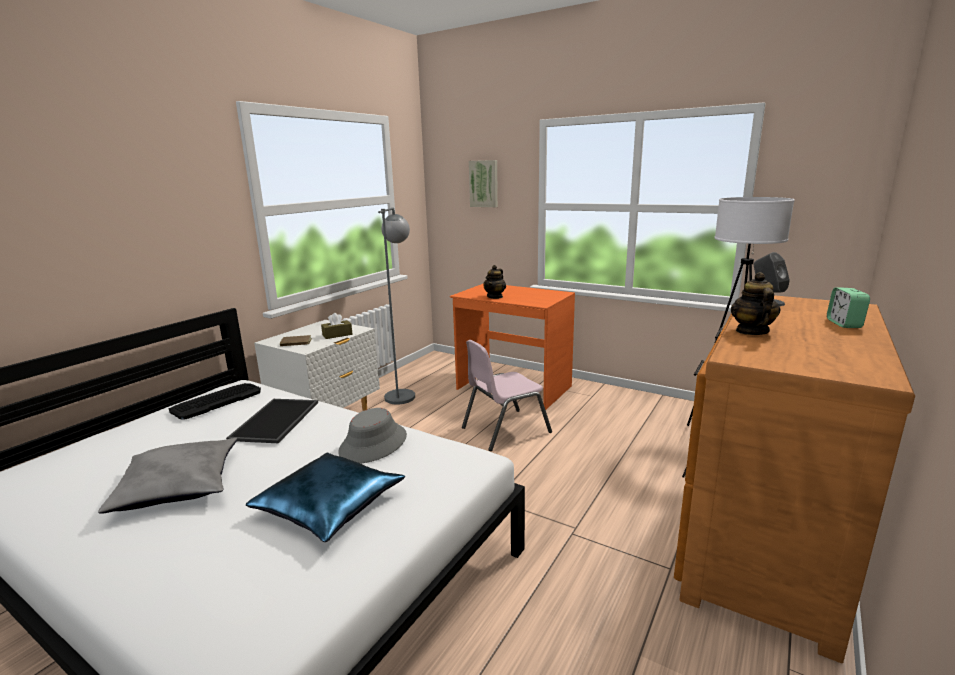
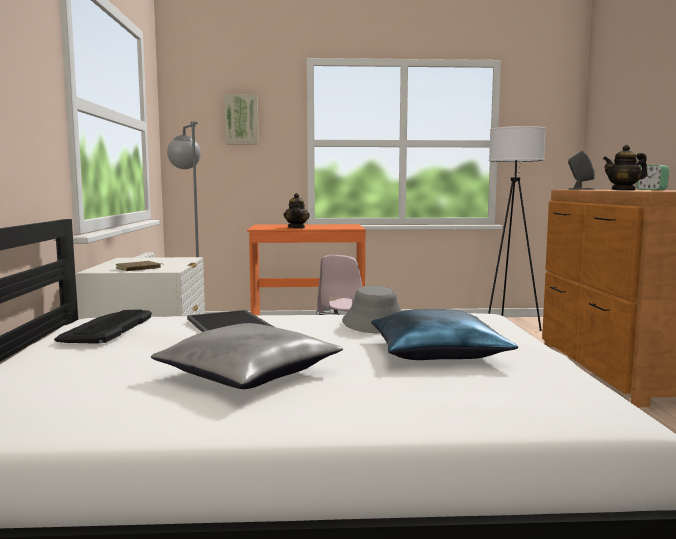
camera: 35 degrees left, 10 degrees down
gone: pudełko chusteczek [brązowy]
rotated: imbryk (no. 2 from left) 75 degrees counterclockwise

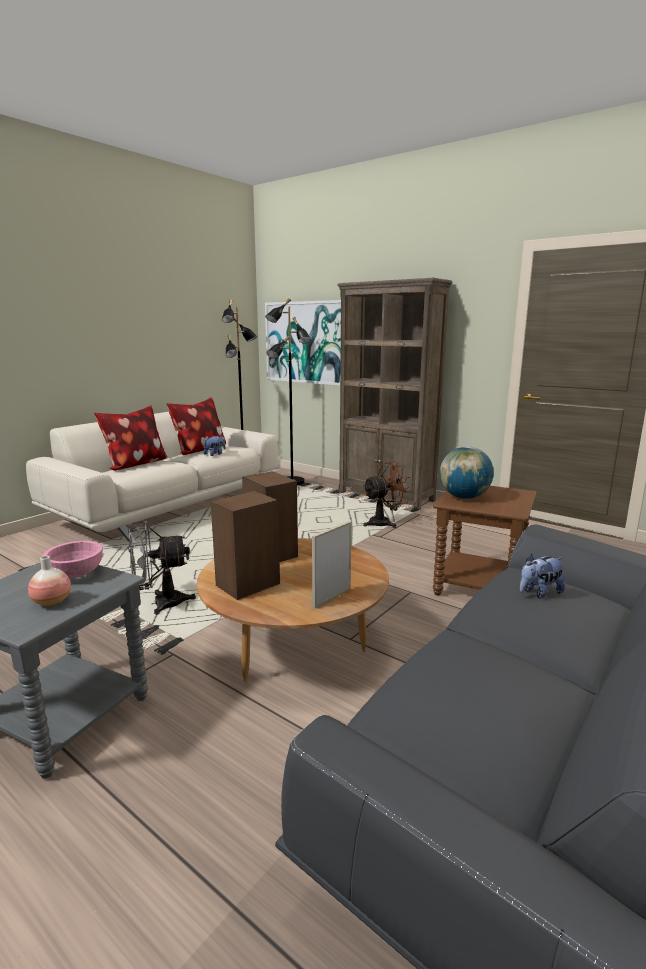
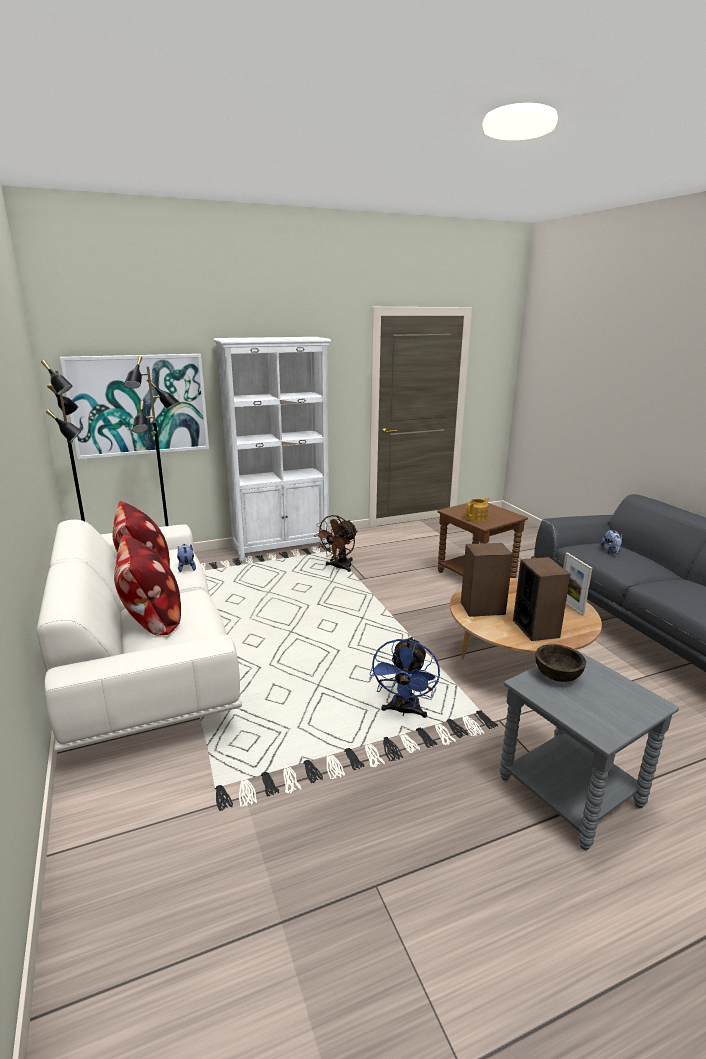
camera: 60 degrees left, 5 degrees up
gone: wazon
swapped: globus to imbryk
repainted: regał [brązowy] to regał [biały]; wentylator [szary] to wentylator [niebieski]; miska [różowy] to miska [brązowy]
rotated: wentylator [brązowy] 150 degrees counterclockwise

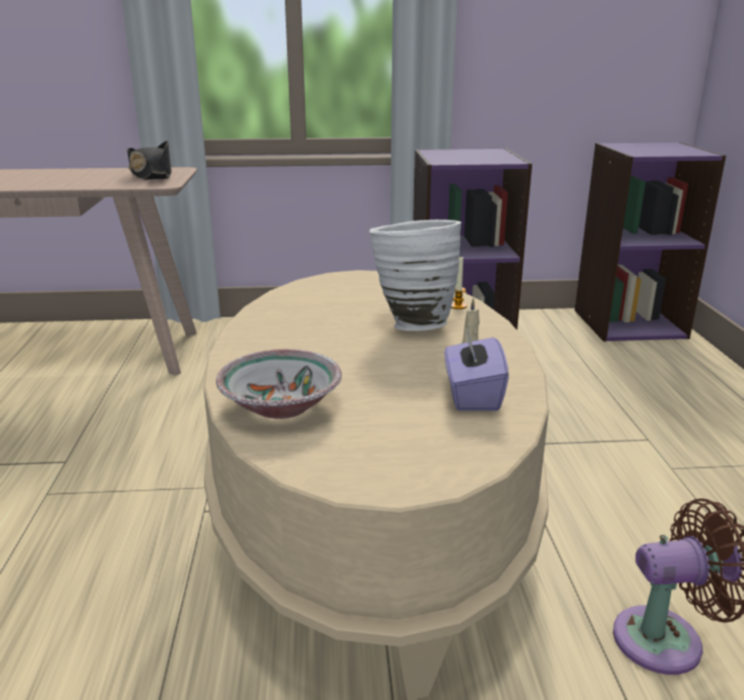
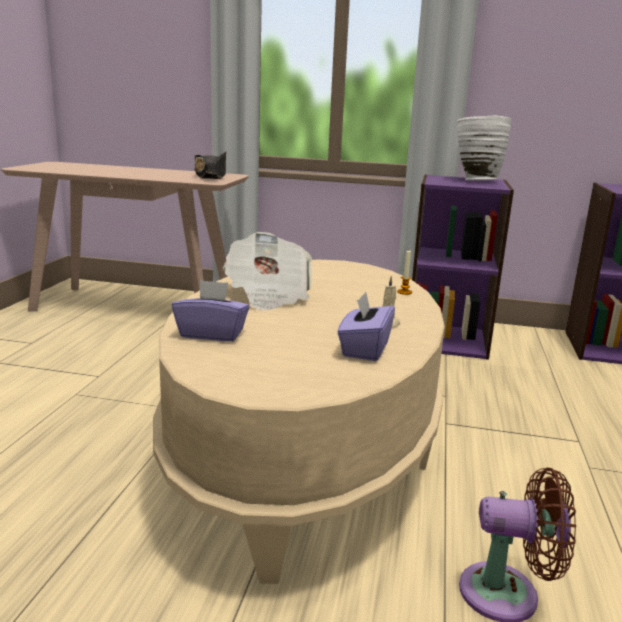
camera: 15 degrees right, 5 degrees down
new: gazeta
shifted: wazon [biały]
swapped: miska to pudełko chusteczek [fioletowy] (no. 1 from left)

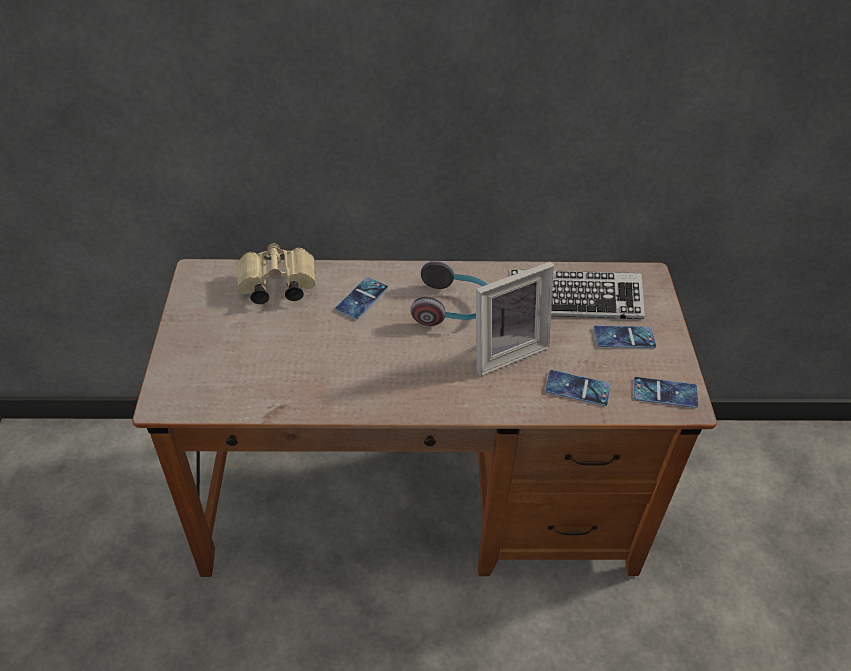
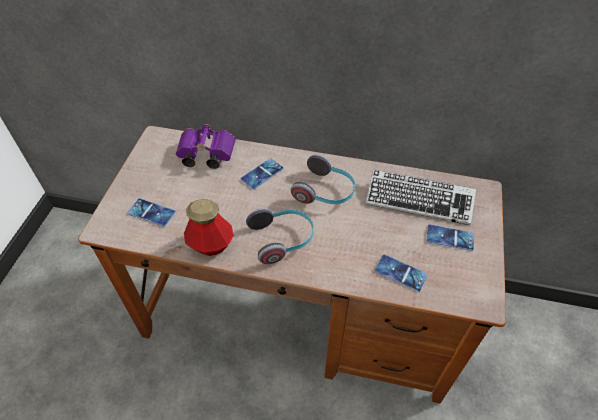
camera: 15 degrees right, 5 degrees up
gone: ramka na zdjęcie
new: butelka; słuchawki (no. 1 from left)
shifted: telefon (no. 4 from left in the first image) to telefon (no. 1 from left)
repainted: lornetka [beżowy] to lornetka [fioletowy]

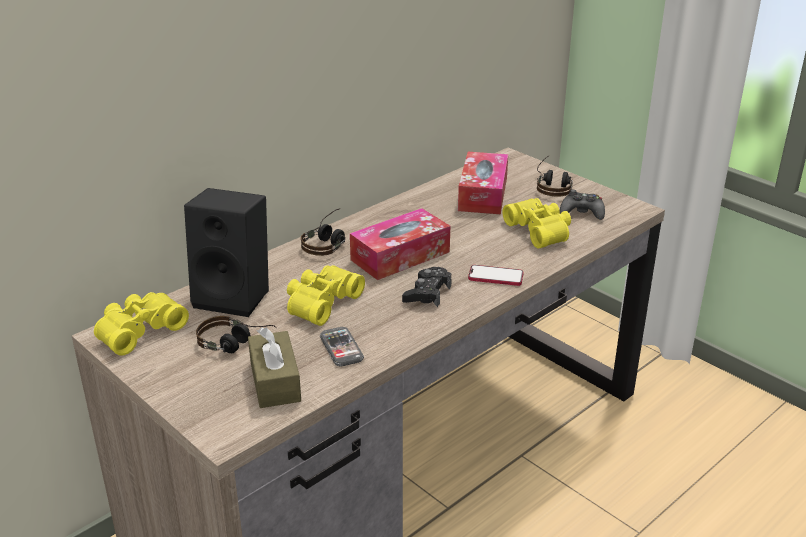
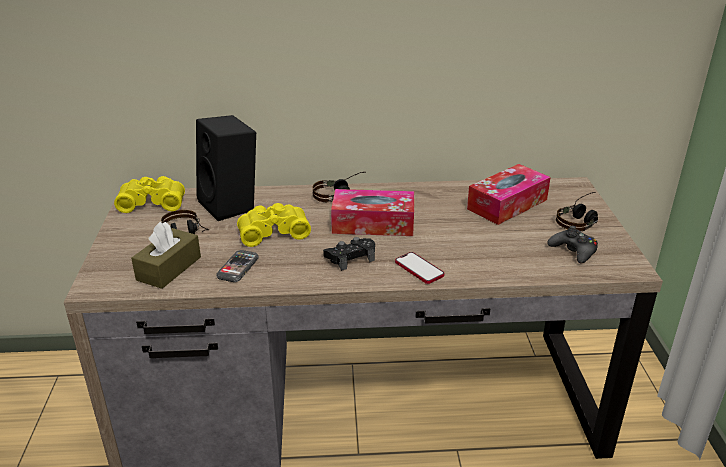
camera: 40 degrees right, 0 degrees up
gone: lornetka [żółty] (no. 3 from left)

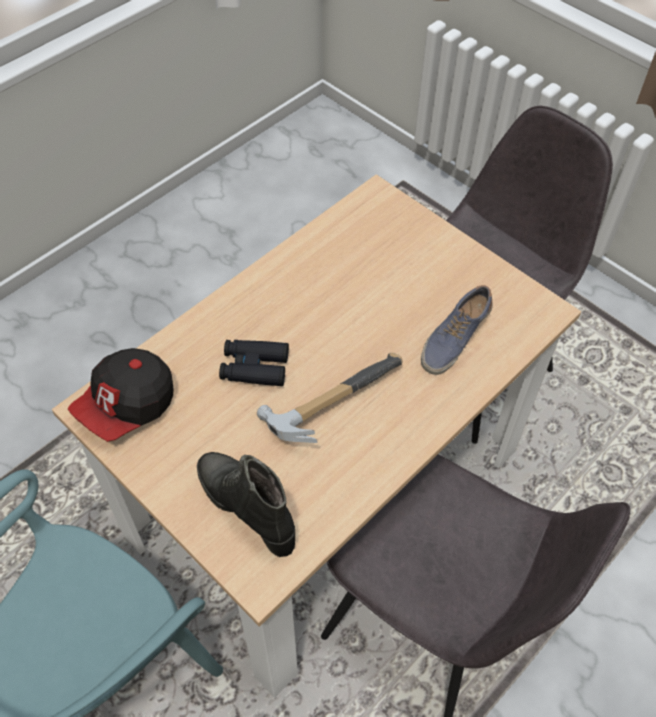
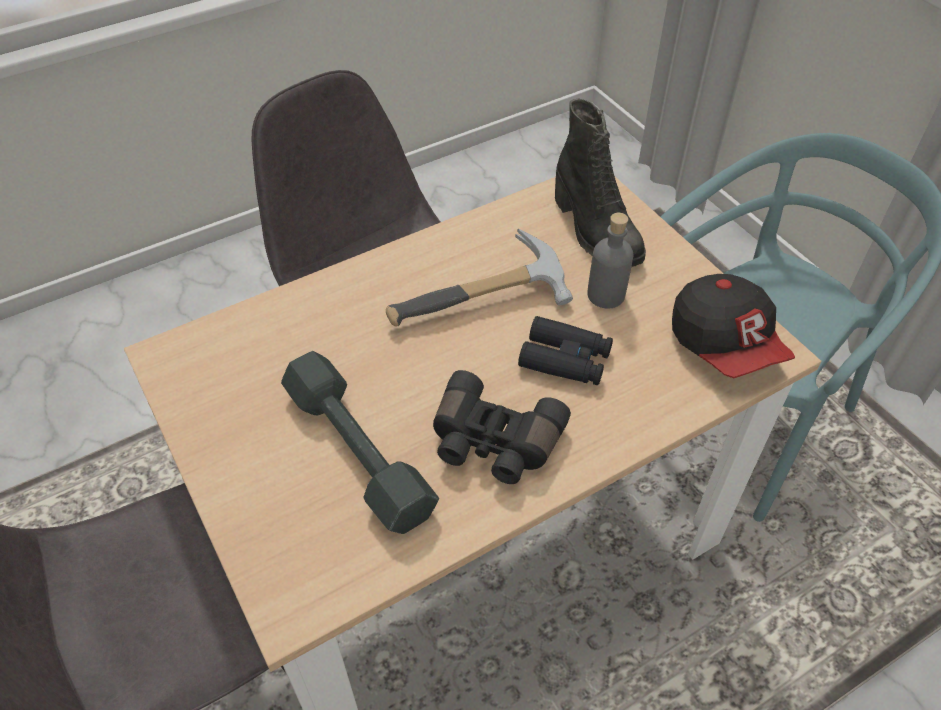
camera: 165 degrees left, 5 degrees down
gone: but
new: butelka [szary]; hantel [szary]; lornetka [czarny] (no. 1 from left)
rotated: czapka z daszkiem 105 degrees clockwise

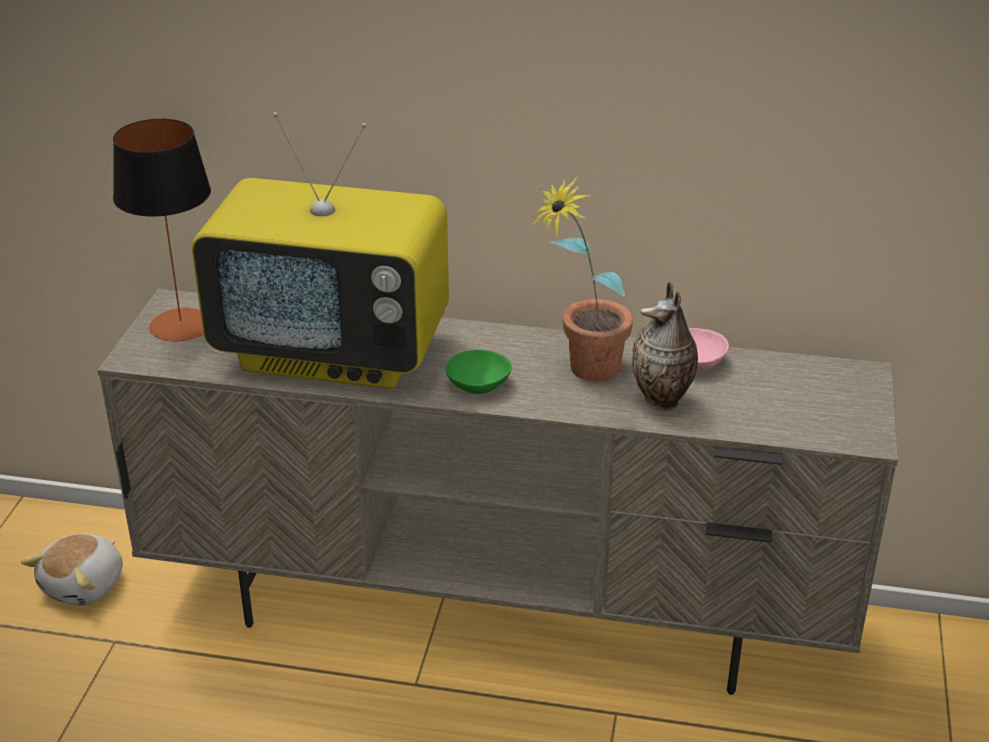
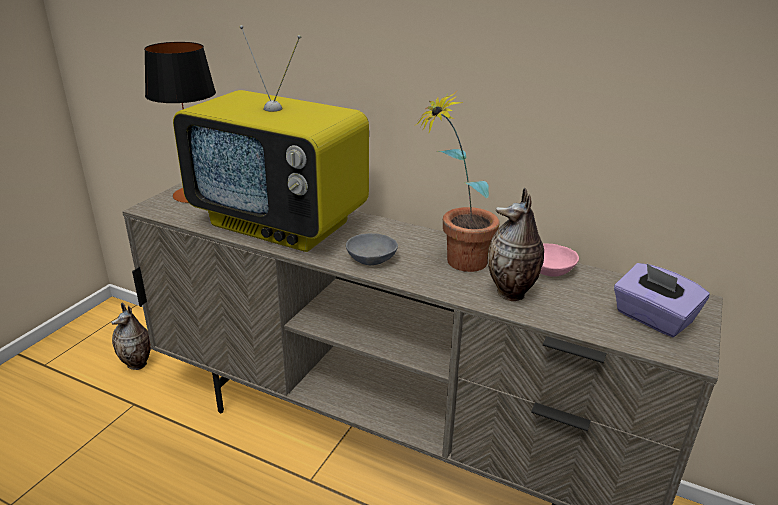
camera: 15 degrees right, 5 degrees down
new: pudełko chusteczek [fioletowy]
swapped: pluszak to wazon (no. 1 from left)
repainted: miska [zielony] to miska [szary]

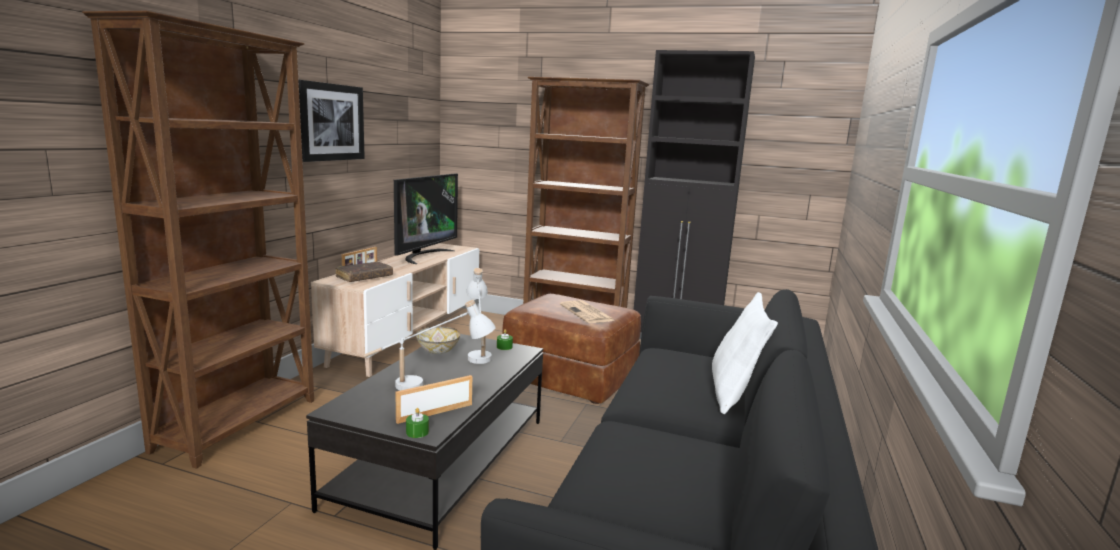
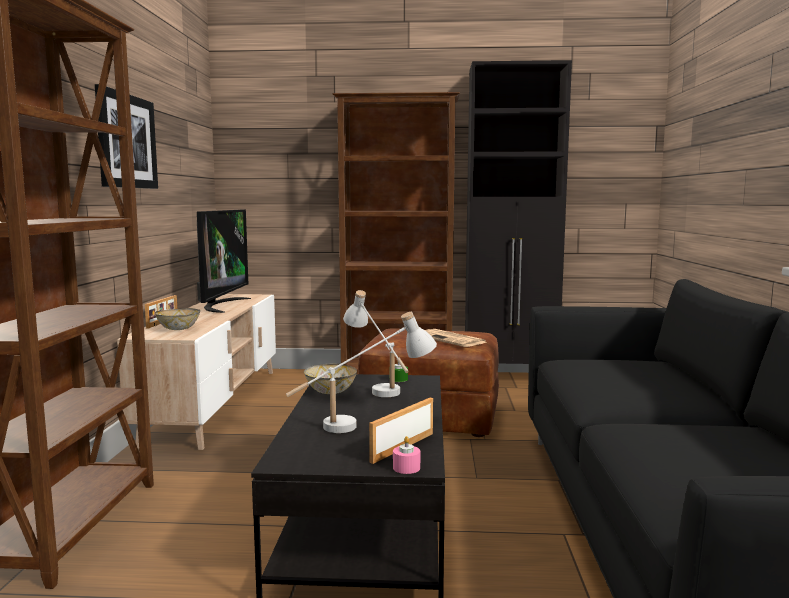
camera: 15 degrees left, 5 degrees down
gone: poduszka [biały]
swapped: książka [brązowy] to miska (no. 1 from left)
repainted: świeca [zielony] (no. 1 from left) to świeca [różowy]

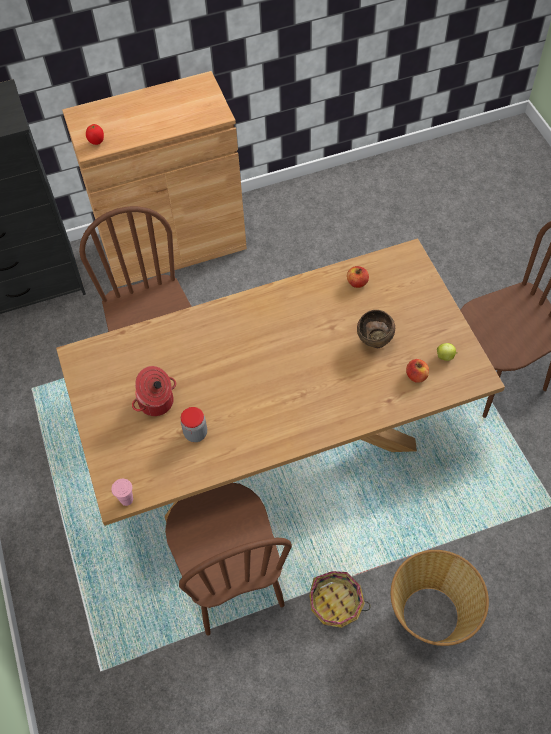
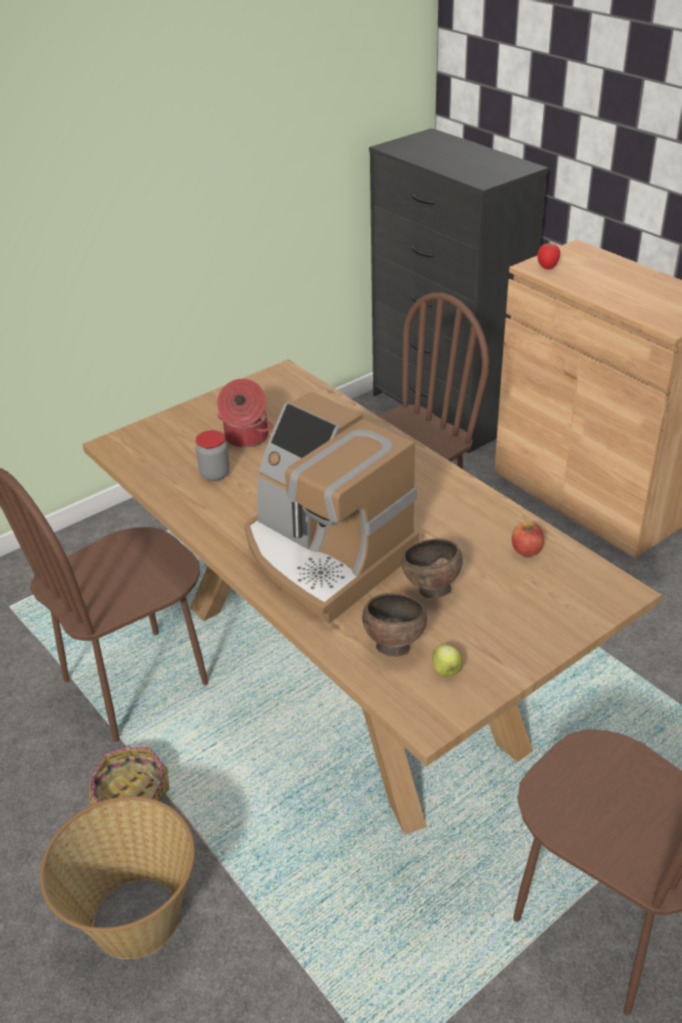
camera: 70 degrees right, 20 degrees down
gone: filiżanka [różowy]
new: ekspres do kawy
swapped: jabłko (no. 2 from left) to miska [brązowy] (no. 1 from left)

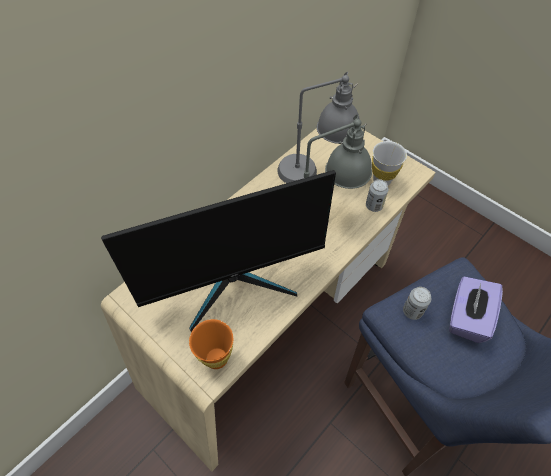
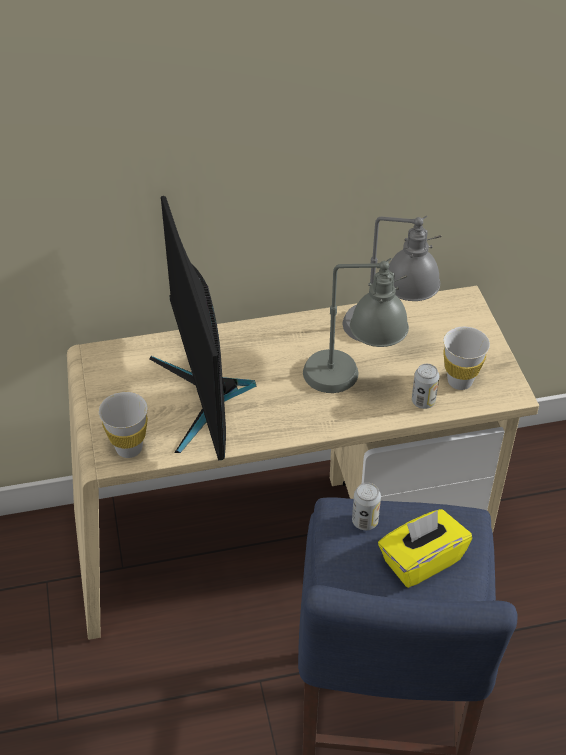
camera: 35 degrees right, 10 degrees down
repainted: pudełko chusteczek [fioletowy] to pudełko chusteczek [żółty]; filiżanka [pomarańczowy] to filiżanka [biały] (no. 1 from left)
rotated: monitor 60 degrees clockwise

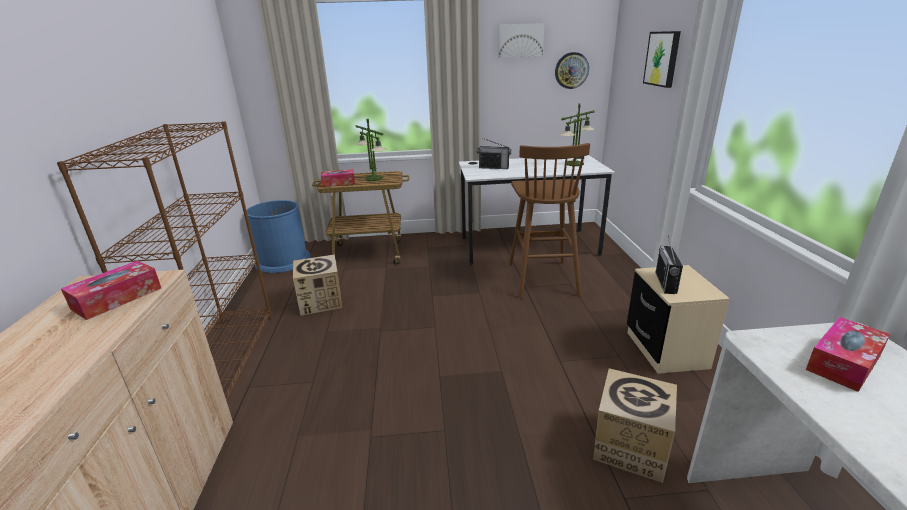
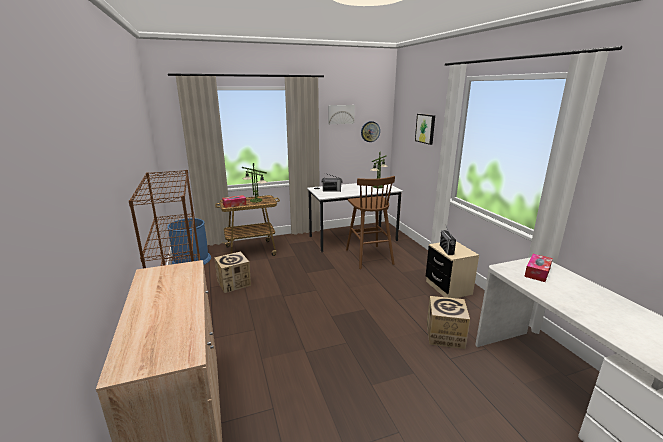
camera: 15 degrees left, 5 degrees down
gone: pudełko chusteczek (no. 1 from left)

